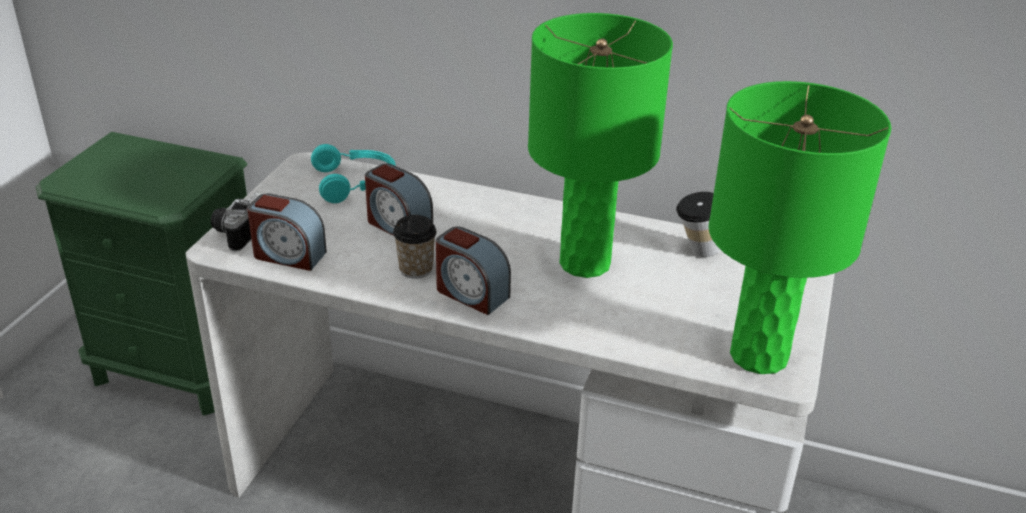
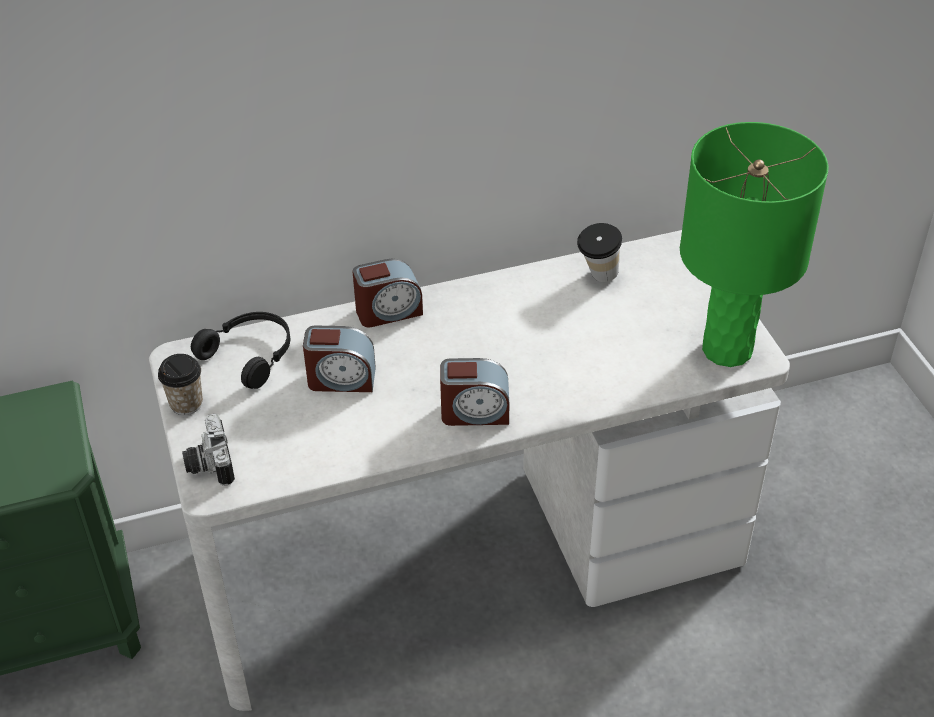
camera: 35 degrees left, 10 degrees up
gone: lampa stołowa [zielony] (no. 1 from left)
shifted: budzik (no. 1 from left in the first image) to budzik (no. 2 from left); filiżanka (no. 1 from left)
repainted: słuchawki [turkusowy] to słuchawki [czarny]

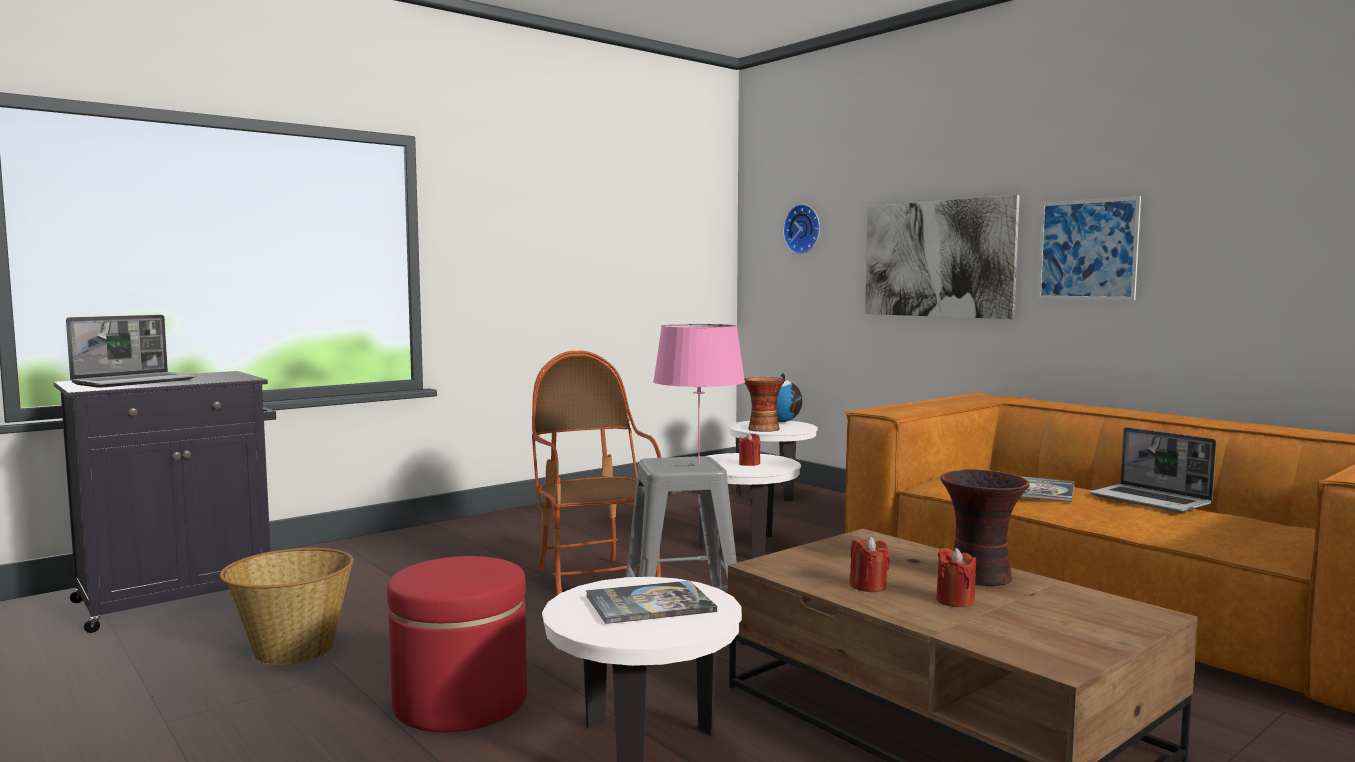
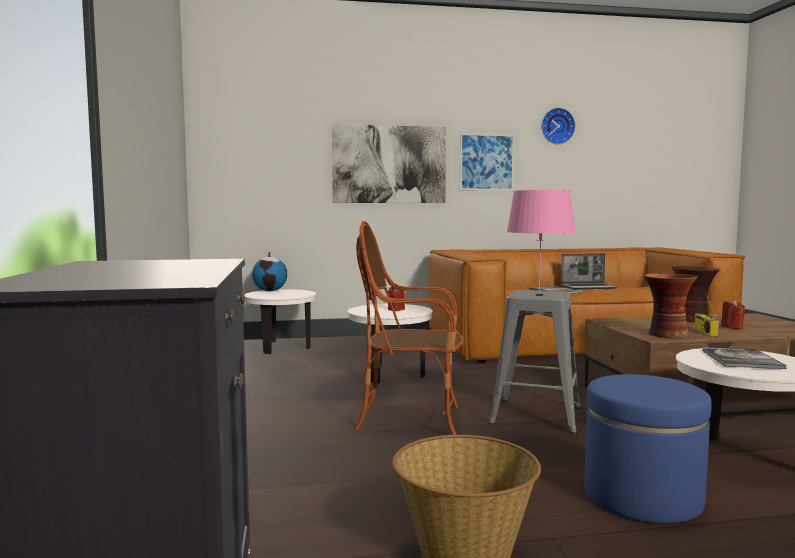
camera: 60 degrees left, 0 degrees up
gone: laptop (no. 1 from left)
shifted: zegar ścienny; wazon (no. 1 from left)
swapped: świeca [czerwony] (no. 2 from left) to radio
repainted: pufa [czerwony] to pufa [niebieski]

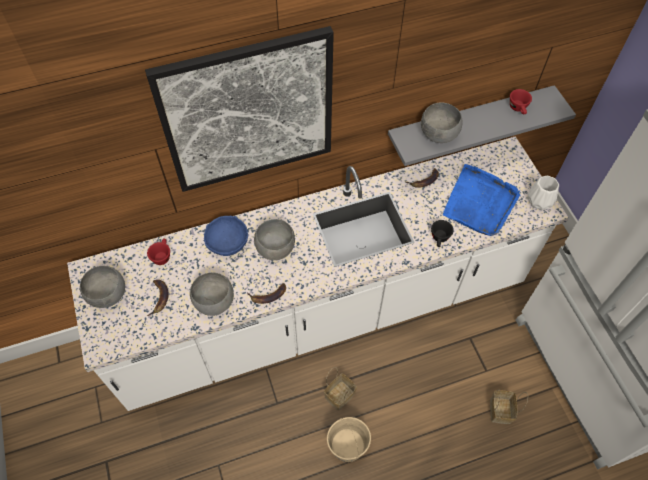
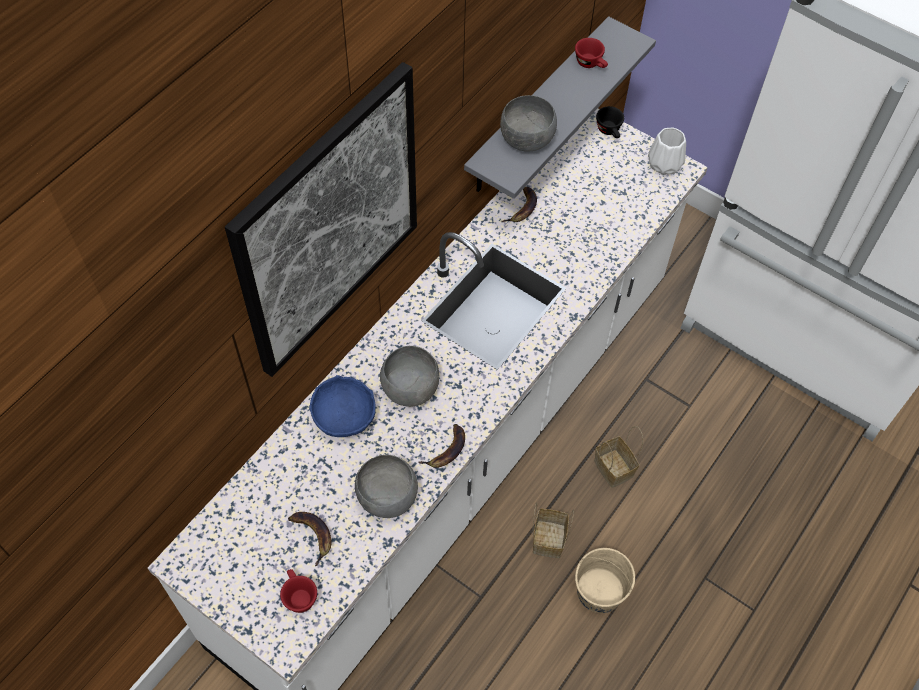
camera: 35 degrees left, 0 degrees up
gone: taca [niebieski]; miska [szary] (no. 1 from left)
shifted: filiżanka [czarny]; filiżanka [czerwony] (no. 1 from left); koszyk (no. 2 from left)

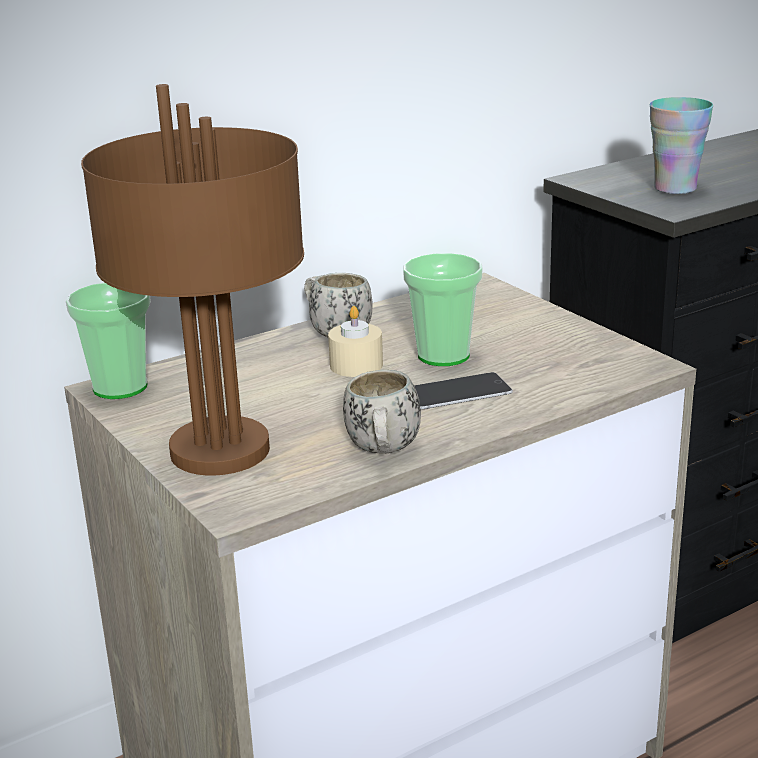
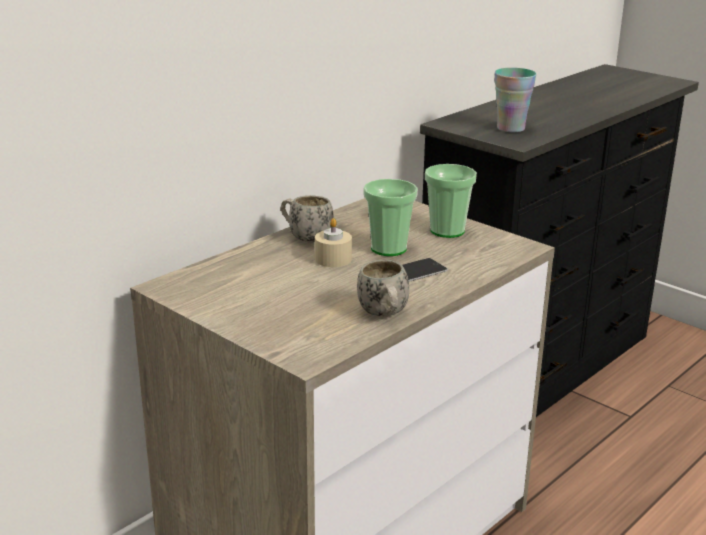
camera: 15 degrees left, 0 degrees up
gone: lampa stołowa [brązowy]
shifted: filiżanka (no. 1 from left in the first image) to filiżanka (no. 2 from left)

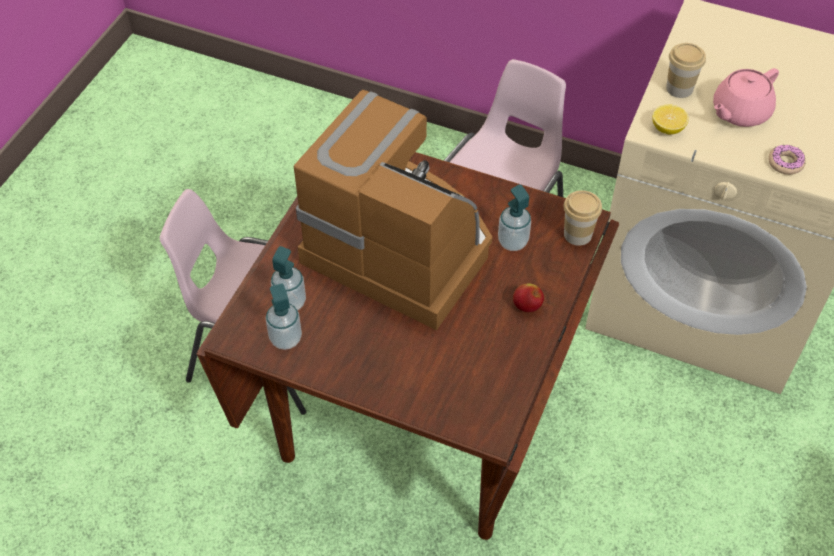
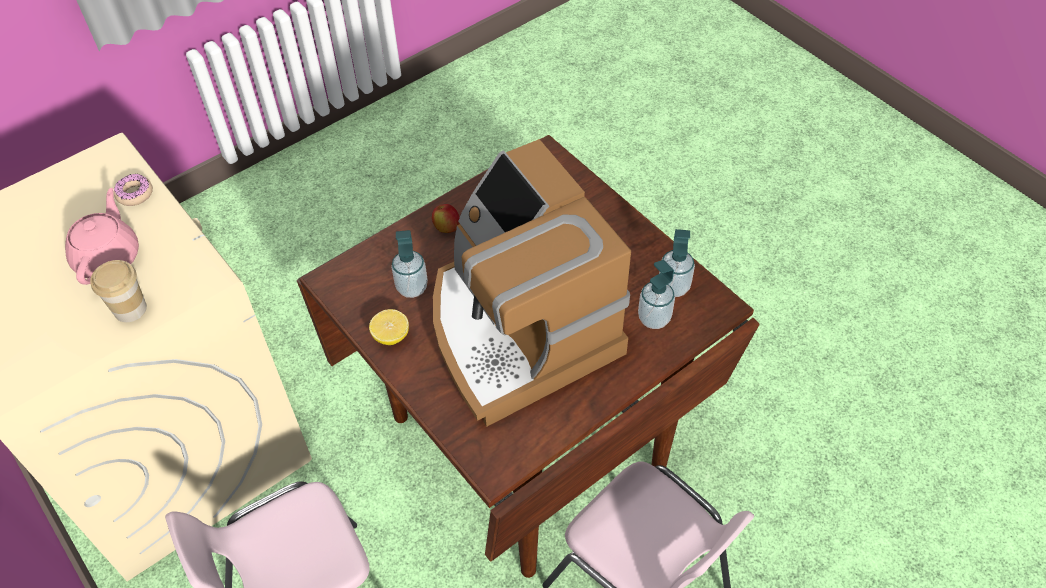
camera: 150 degrees left, 0 degrees up
gone: filiżanka (no. 1 from left)
shifted: cytryna
rotated: imbryk [różowy] 75 degrees counterclockwise

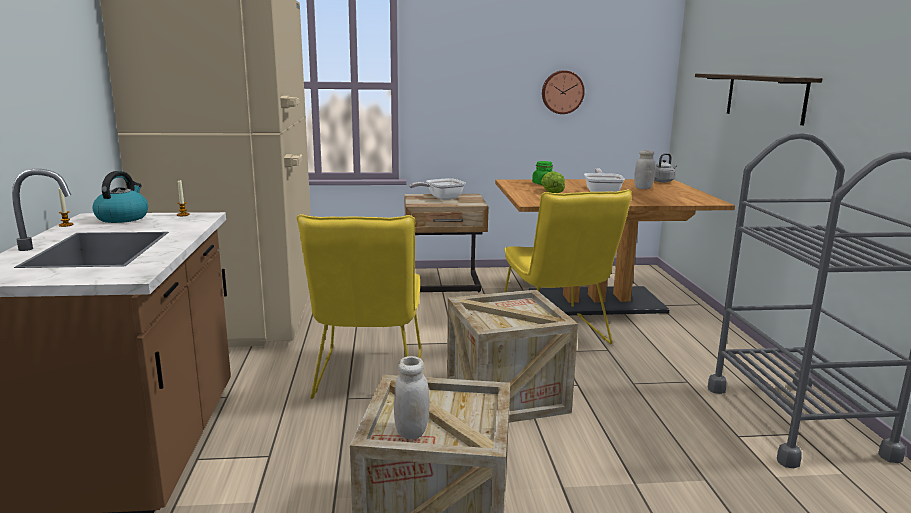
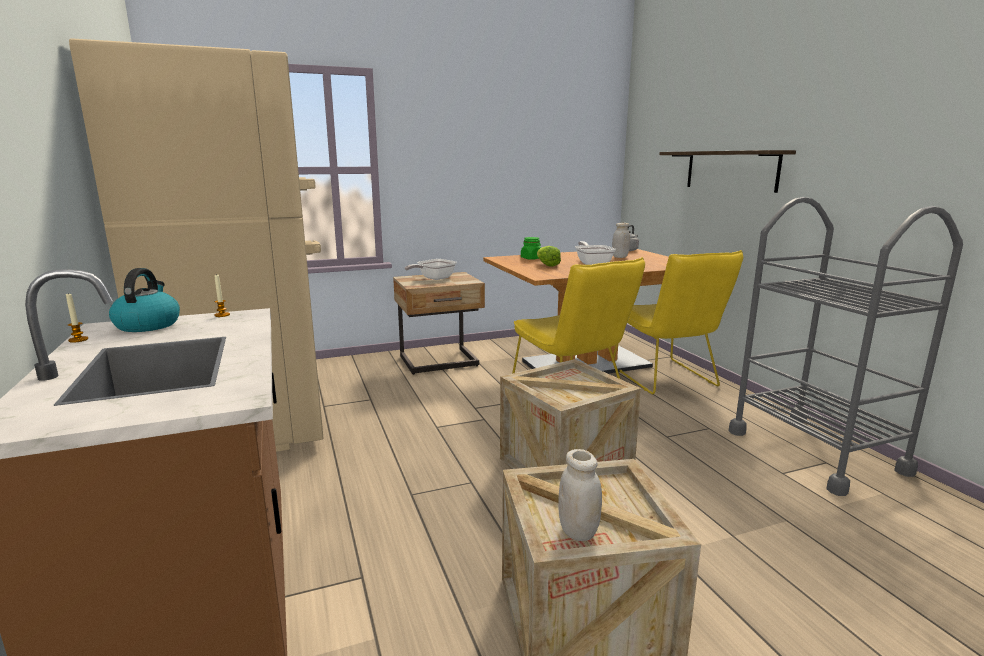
camera: 15 degrees left, 0 degrees up
gone: zegar ścienny
shifted: krzesło [żółty] (no. 1 from left in the first image) to krzesło [żółty] (no. 2 from left)

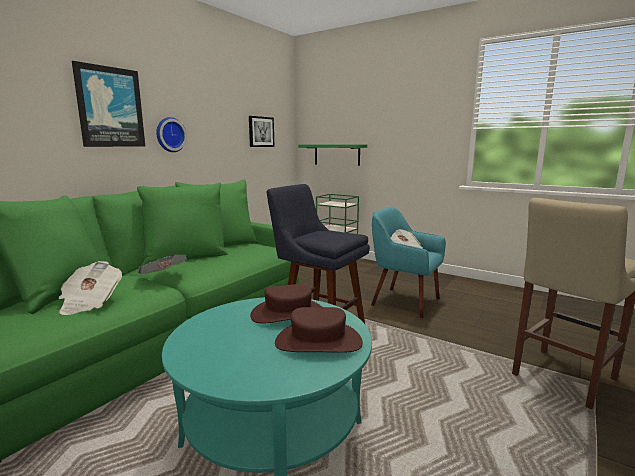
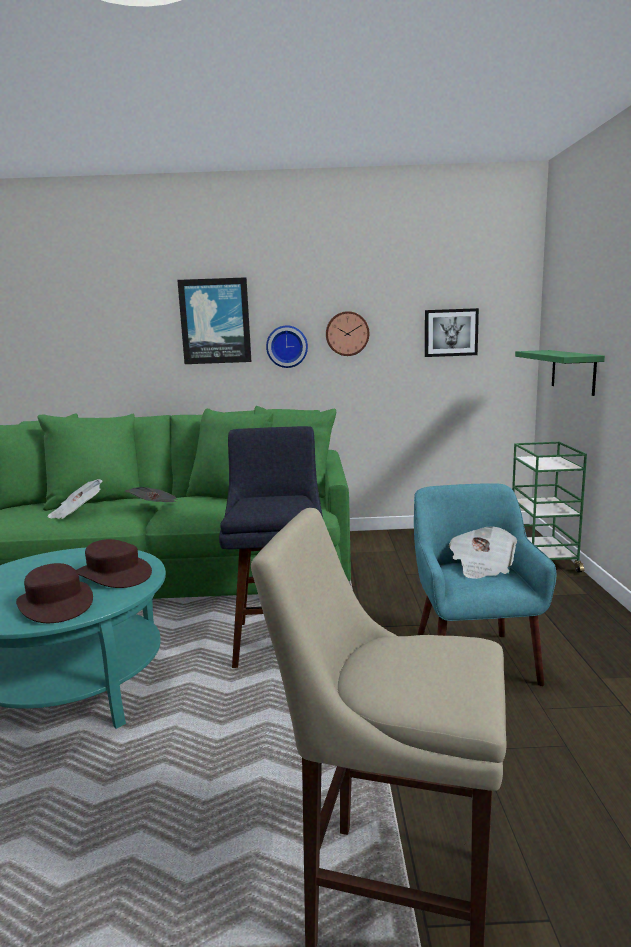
camera: 55 degrees right, 0 degrees up
new: zegar ścienny (no. 2 from left)

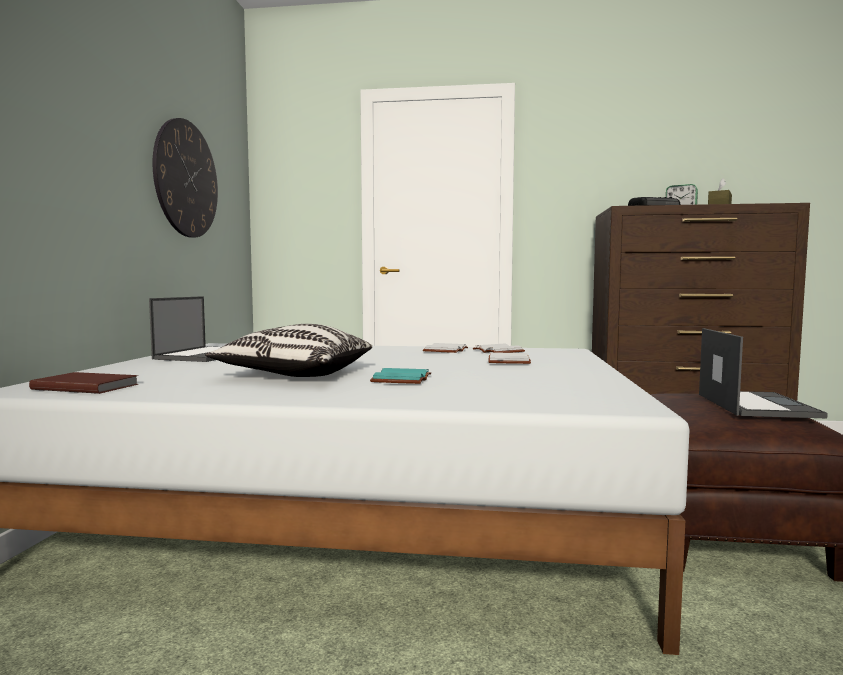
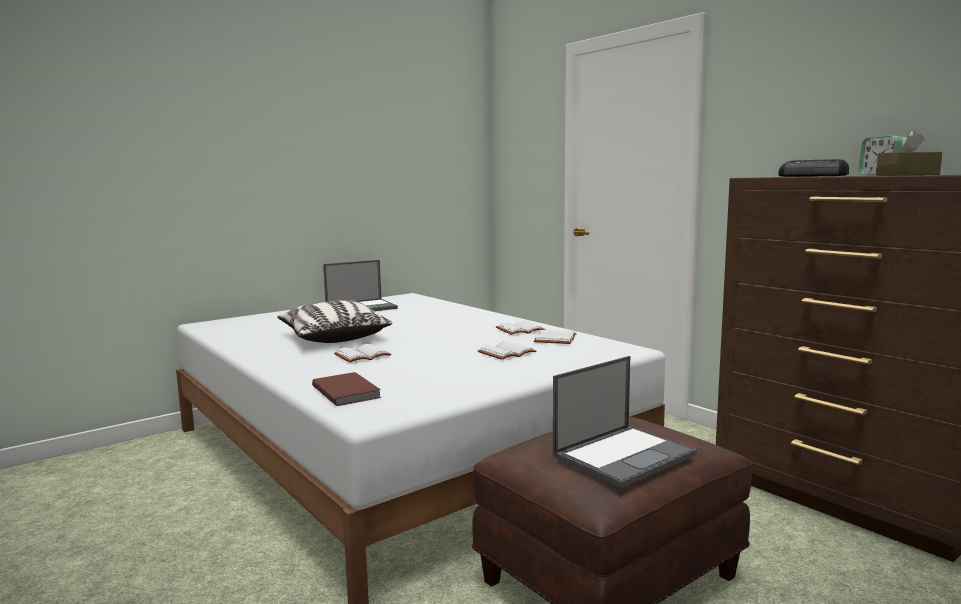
camera: 45 degrees right, 5 degrees up
gone: zegar ścienny
shifted: książka [brązowy]
repainted: książka [turkusowy] to książka [biały] (no. 1 from left)

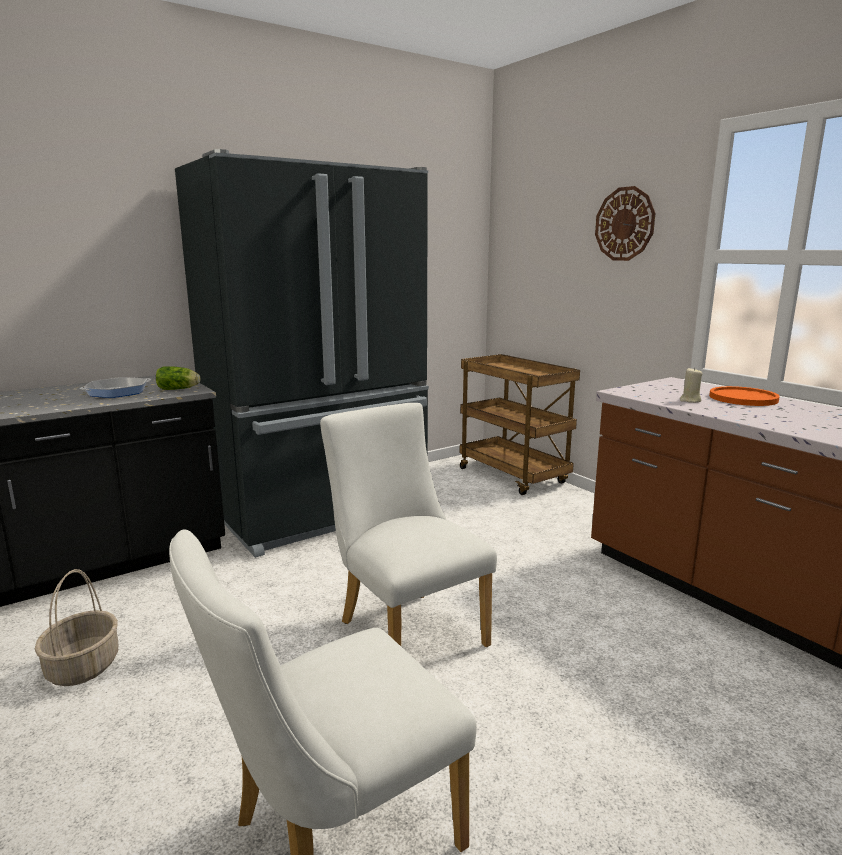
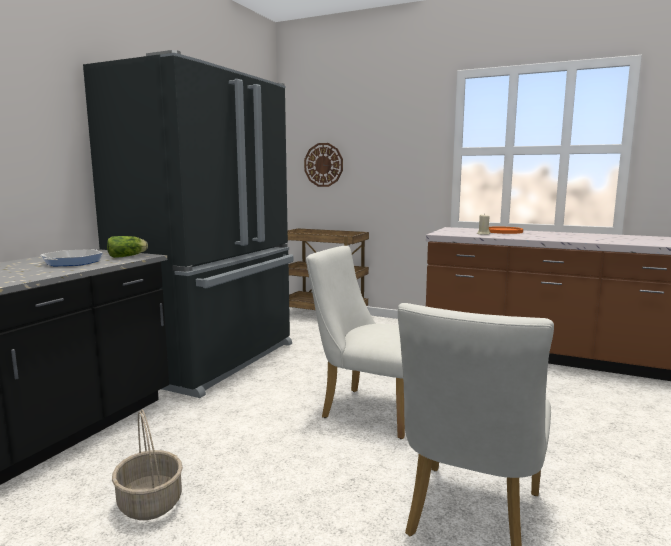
camera: 30 degrees left, 5 degrees down
shifted: zegar ścienny

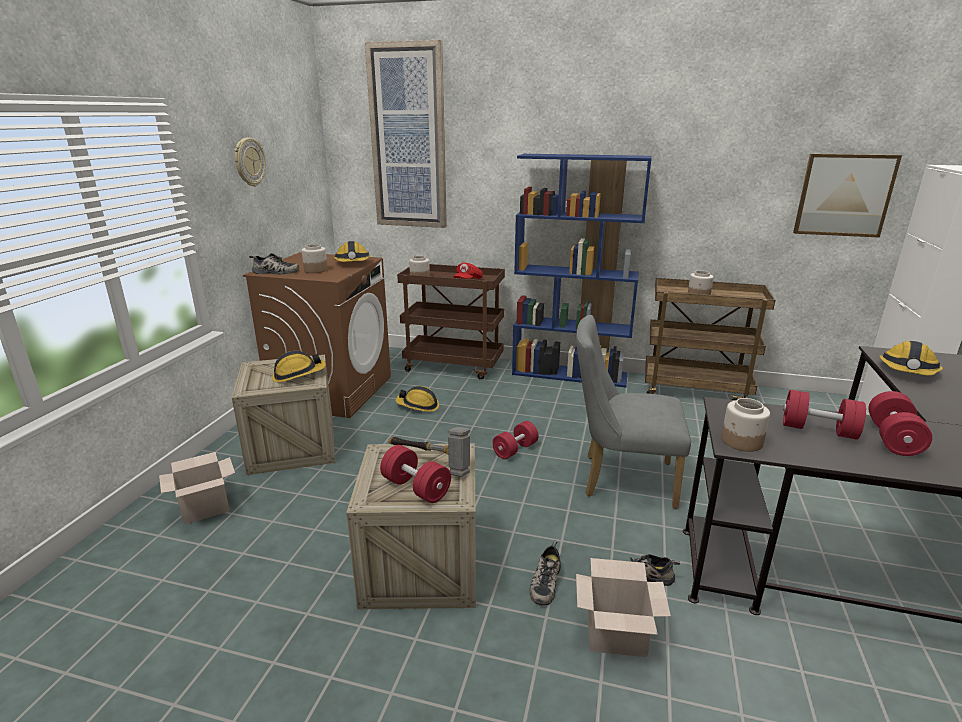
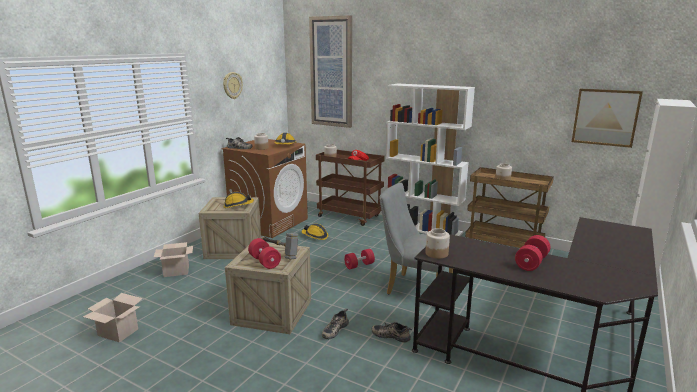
camera: 15 degrees right, 5 degrees down
gone: kask (no. 4 from left); hantel [czerwony] (no. 3 from left)
shifted: karton (no. 2 from left in the first image) to karton (no. 1 from left)
repainted: regał [niebieski] to regał [biały]

